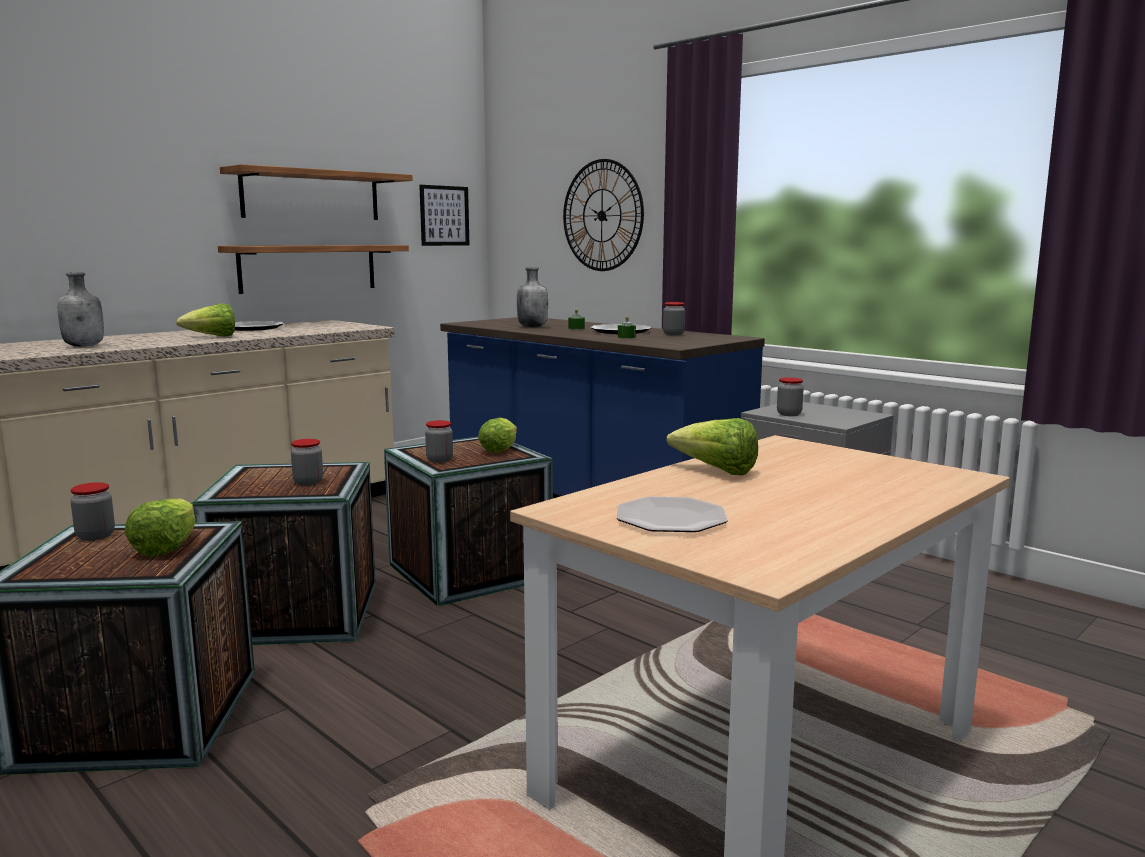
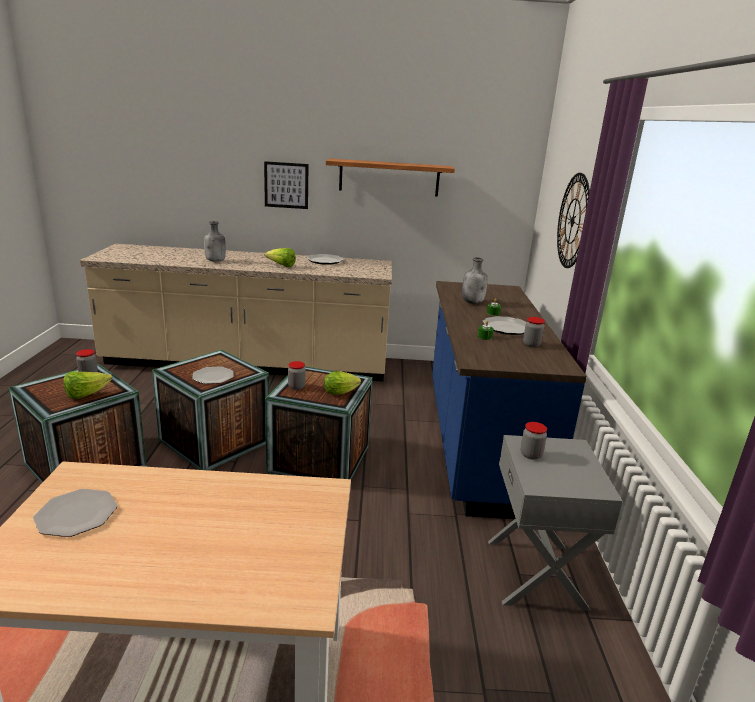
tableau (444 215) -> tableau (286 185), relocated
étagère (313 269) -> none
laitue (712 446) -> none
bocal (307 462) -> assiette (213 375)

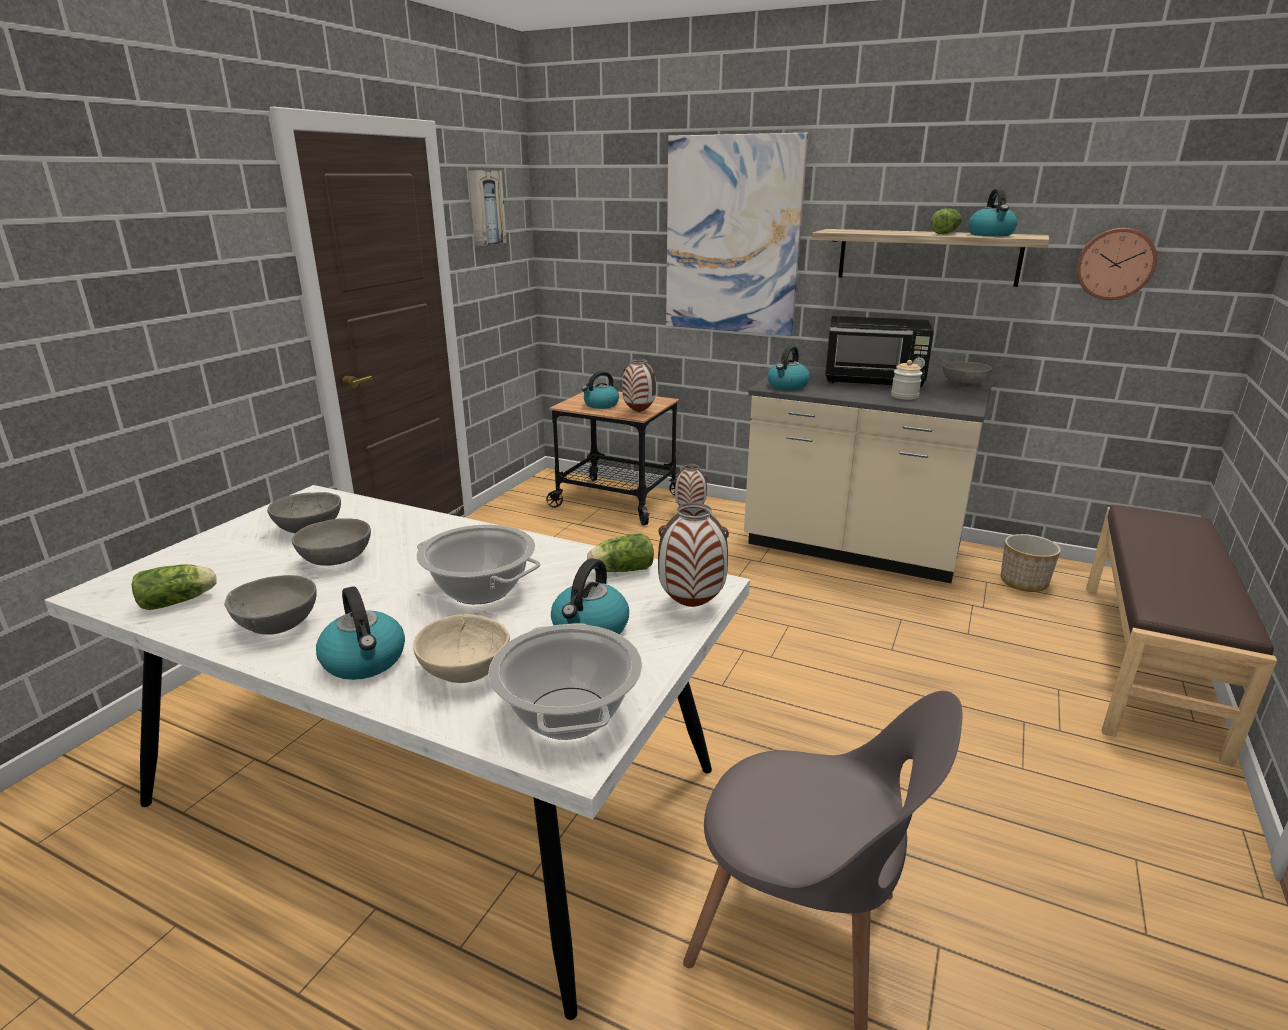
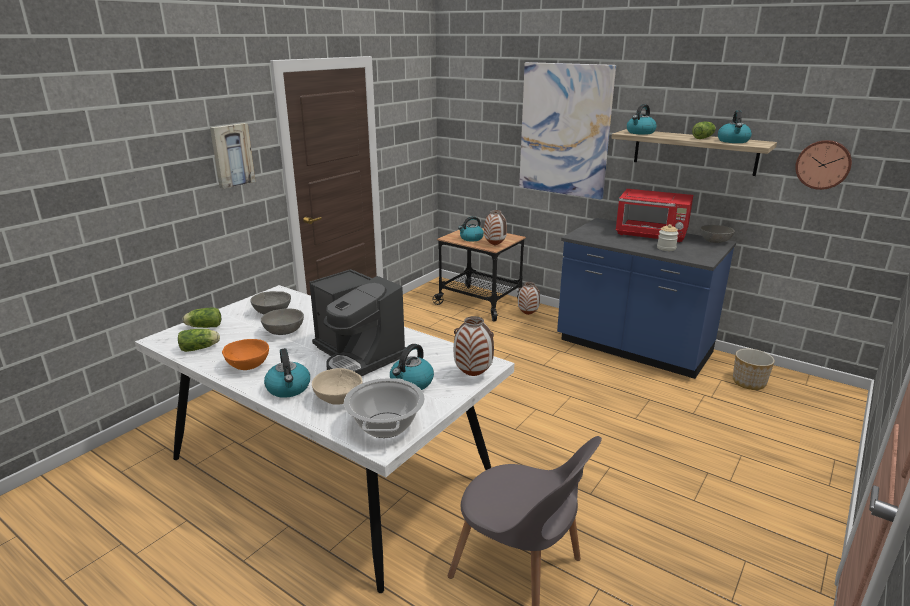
tableau (487 208) -> tableau (232 156), relocated
micro-ondes (noir) (879 351) -> micro-ondes (rouge) (654 215)
bouilloire (788 368) -> bouilloire (642 119), relocated
comptoir de cuisine (beige) (868 474) -> comptoir de cuisine (bleu) (646 298)
banc (marron) (1181 636) -> none
marmite (479 564) -> machine à café (357 322)
laitue (620 553) -> laitue (202 318), relocated
bol (gris) (270 605) -> bol (orange) (245 354)

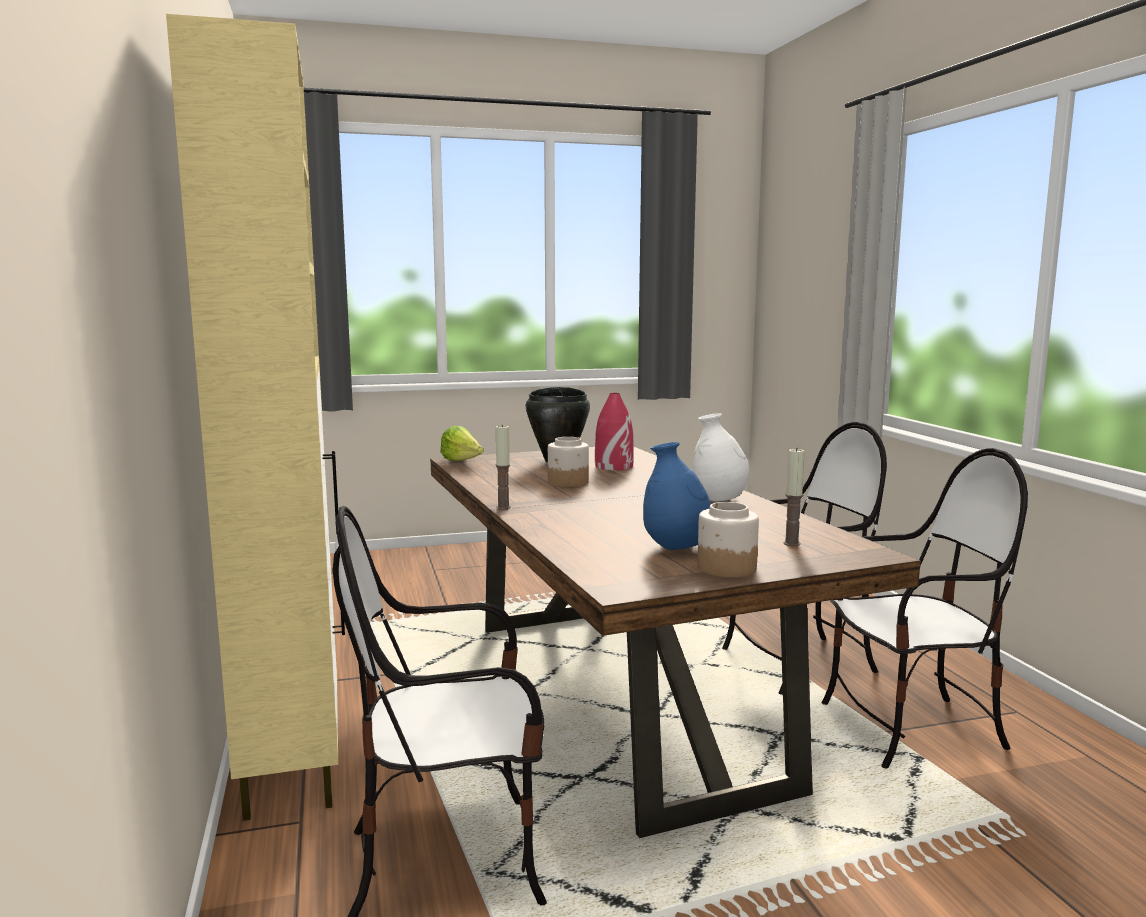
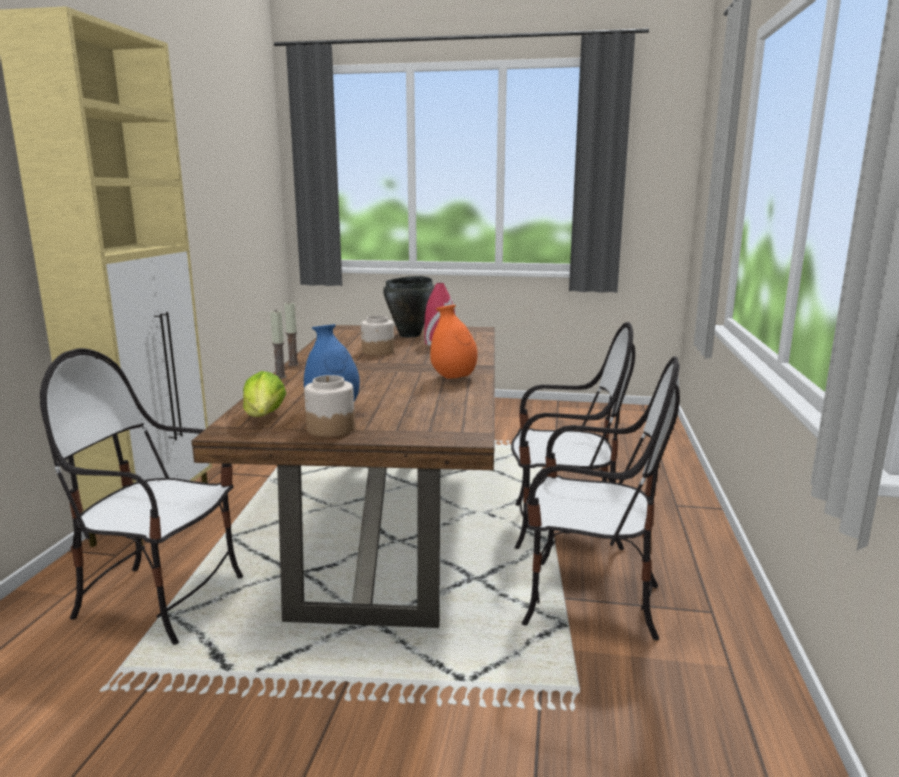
vase (blanc) (721 457) -> vase (orange) (454 342)
laitue (461 443) -> laitue (264 394), relocated
bougie (794 496) -> bougie (278 345), relocated

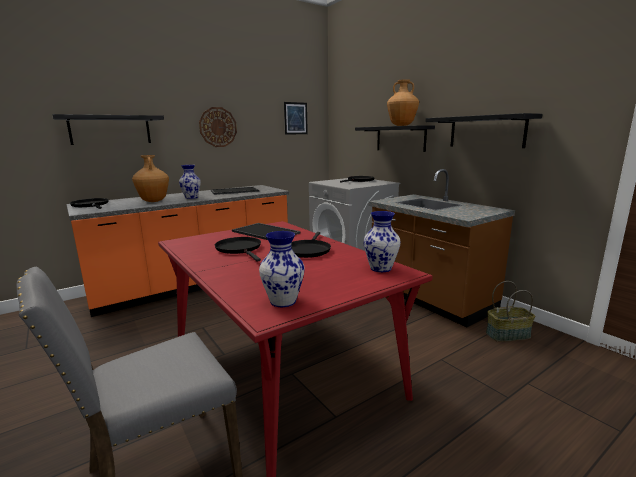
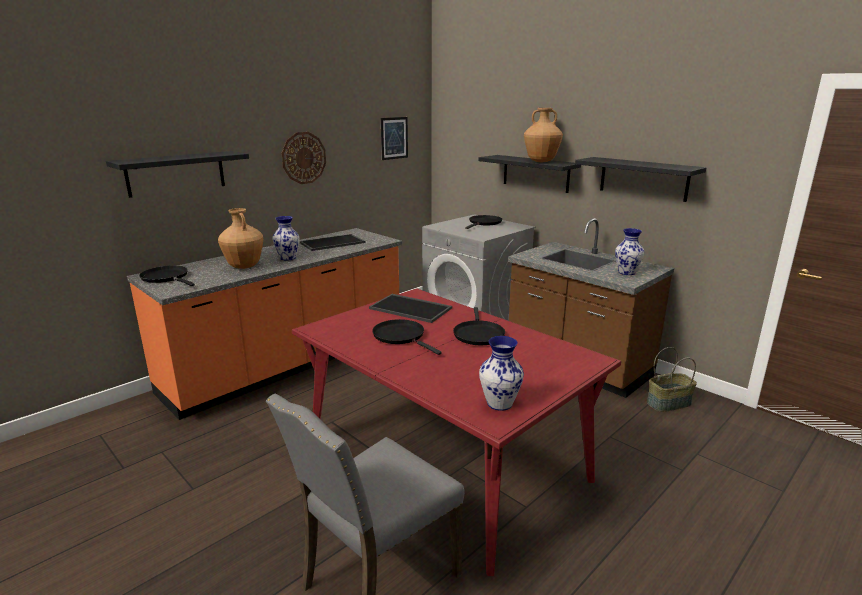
vase (382 241) -> vase (630 251), relocated

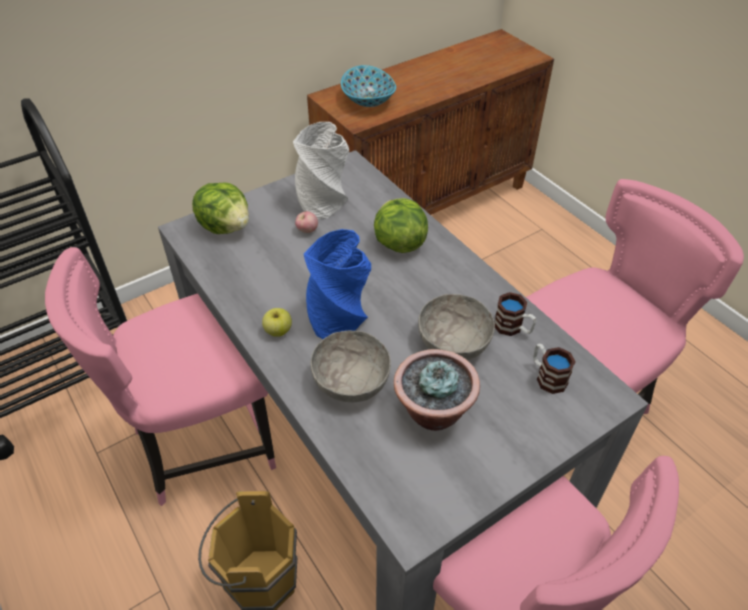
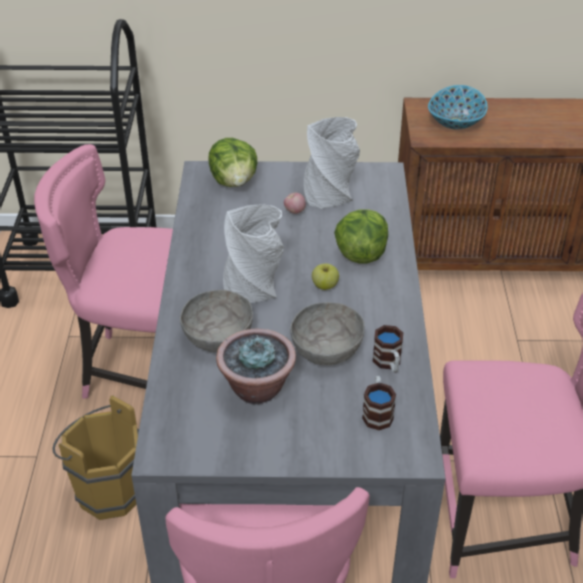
vase (bleu) (337 284) -> vase (gris) (253 253)
pomme (277 322) -> pomme (325 277), relocated

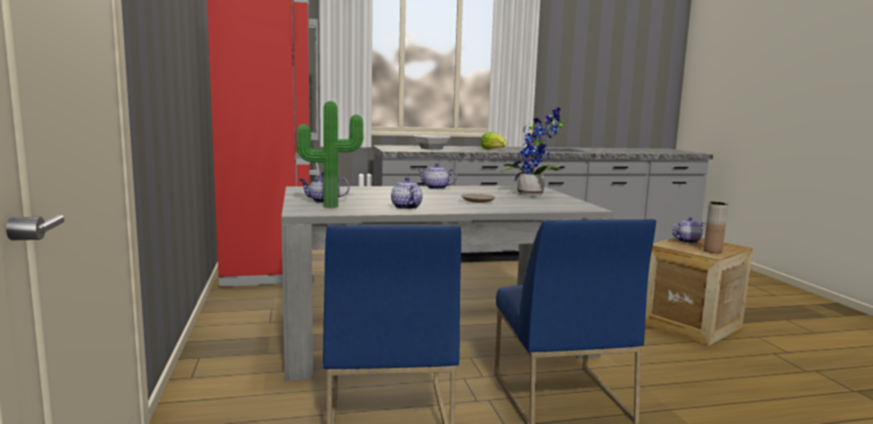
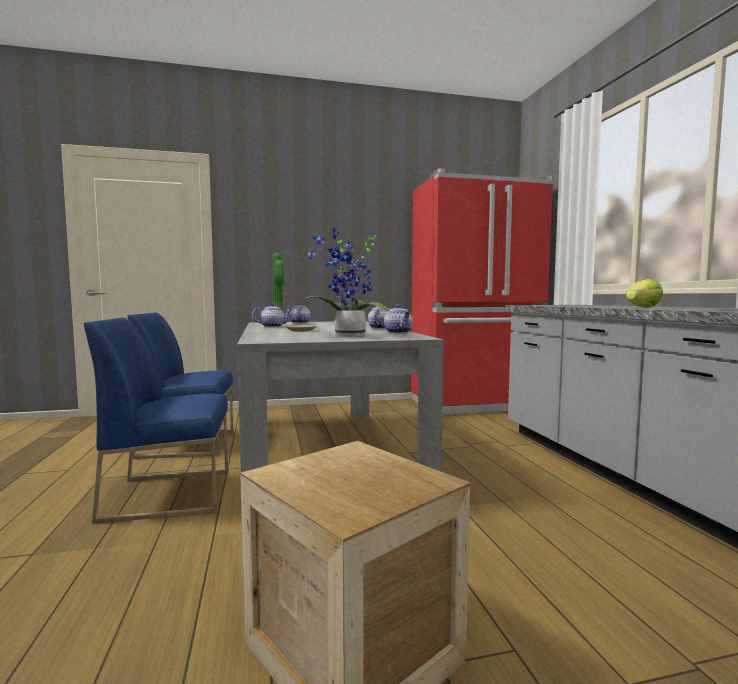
bol (432 142) -> none
vase (marron) (715 227) -> none
théière (689 230) -> théière (398 318), relocated

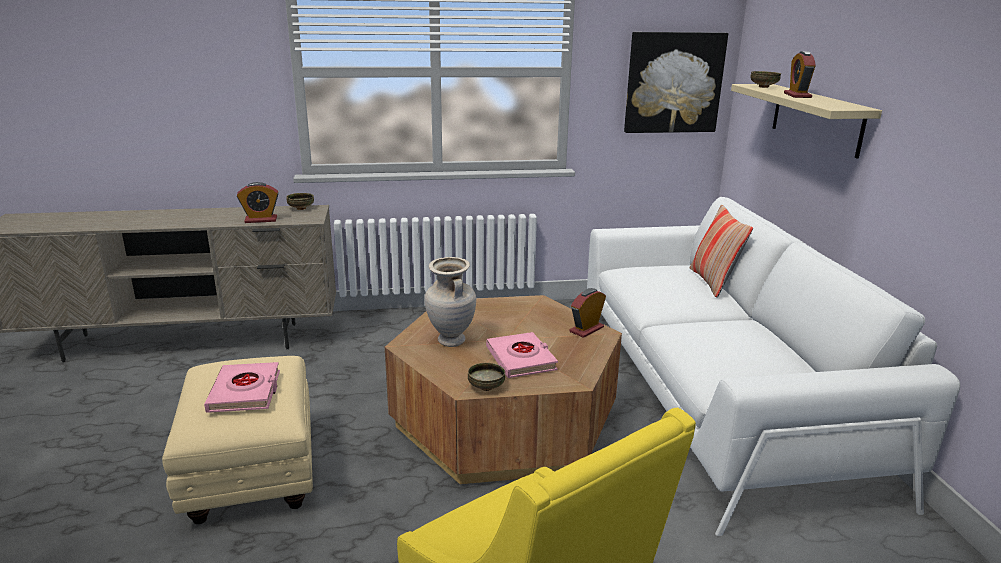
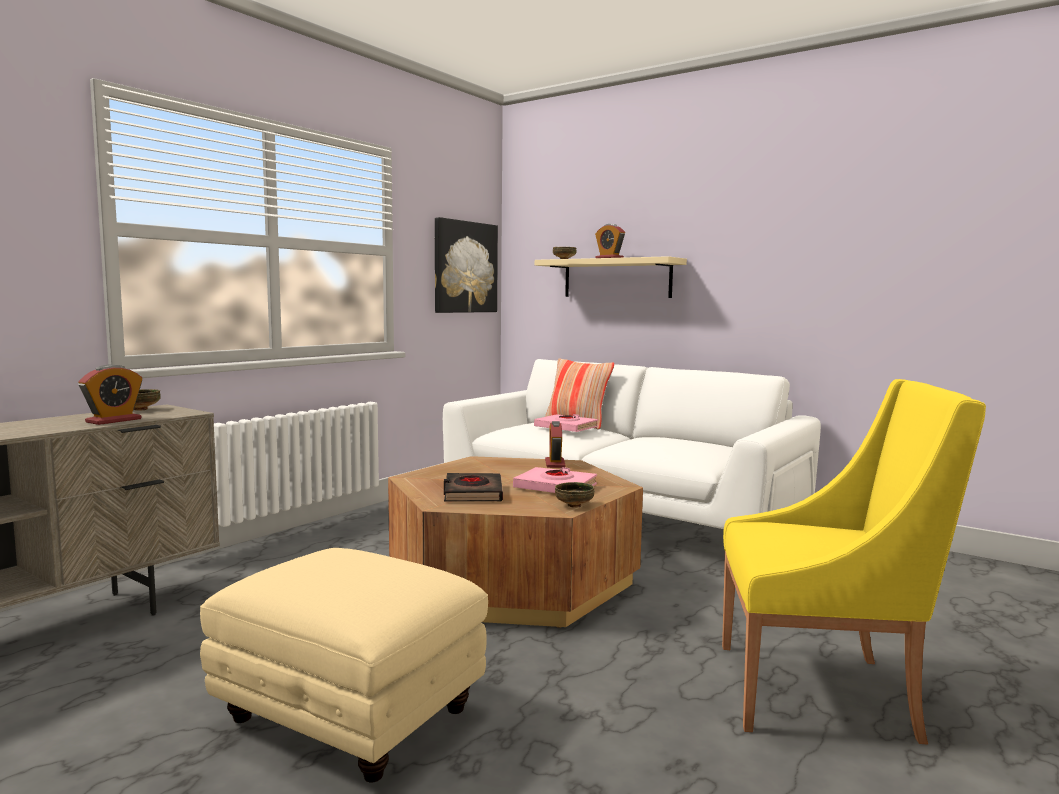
vase (beige) (450 302) -> livre (noir) (473 487)
livre (rose) (242 387) -> livre (rose) (566 423), relocated

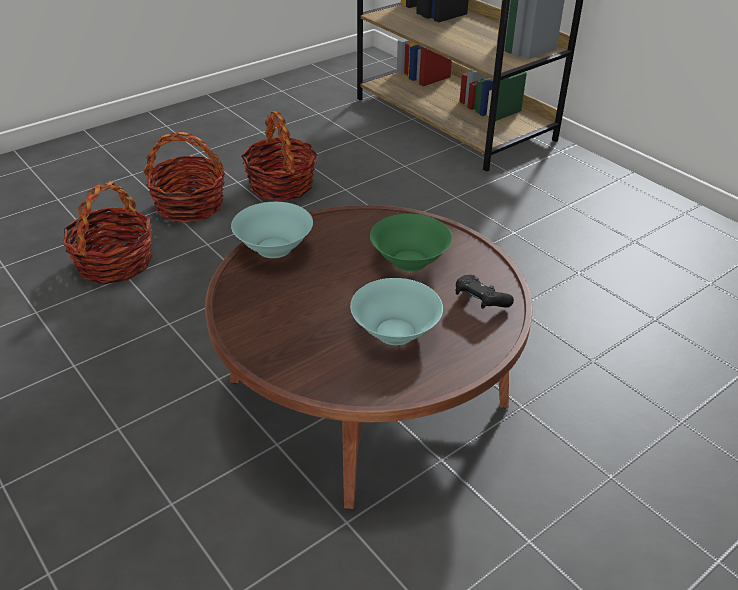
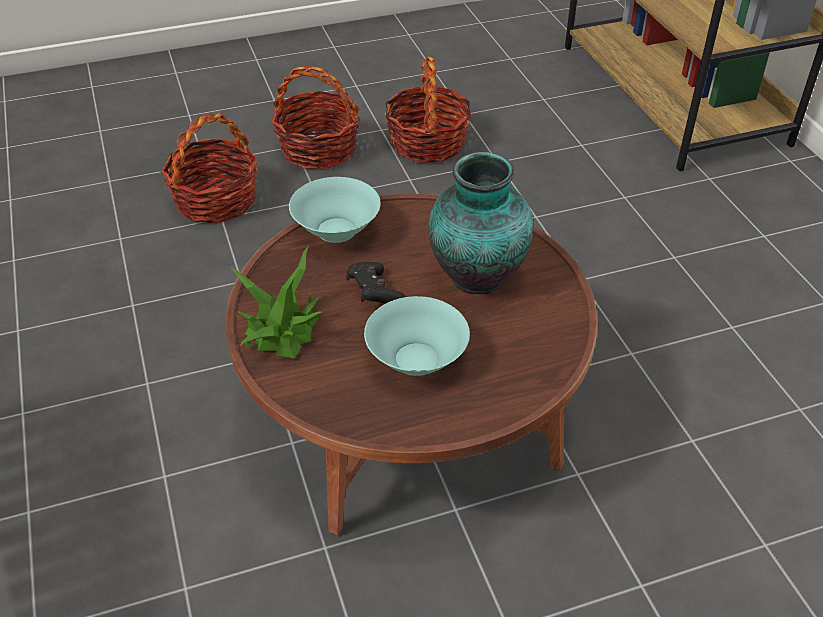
bol (vert) (411 242) -> vase (480 223)
manette (noir) (485 292) -> manette (noir) (376 283), relocated
none -> plante en pot (277 301)

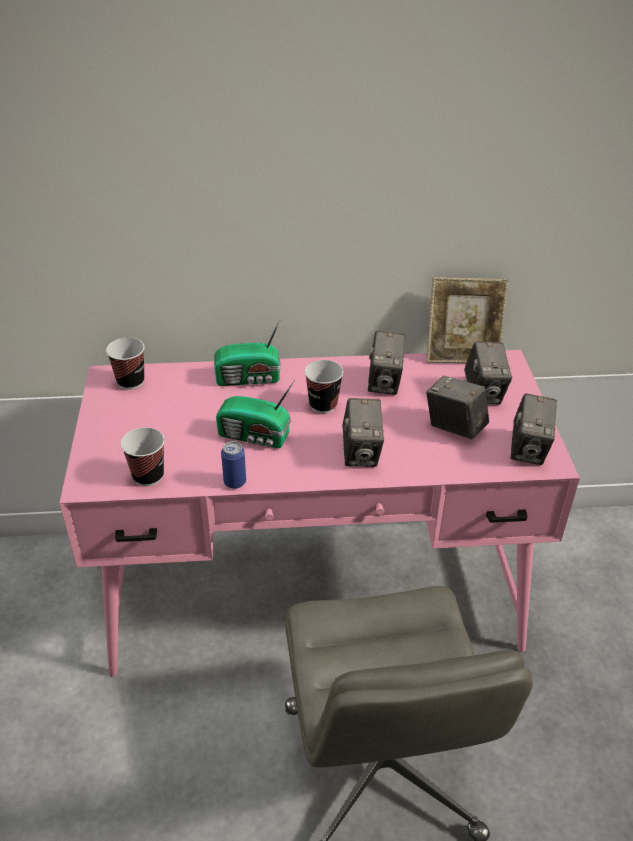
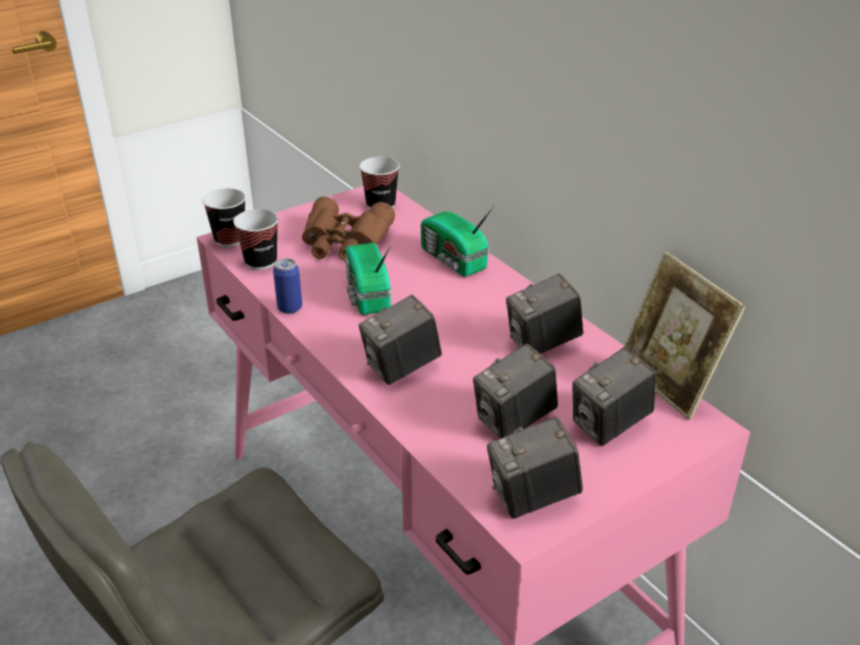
tasse (324 386) -> tasse (224 217), relocated
appareil photo (457 407) -> appareil photo (515 390), 135 degrees counterclockwise
none -> jumelles (marron) (348 229)

